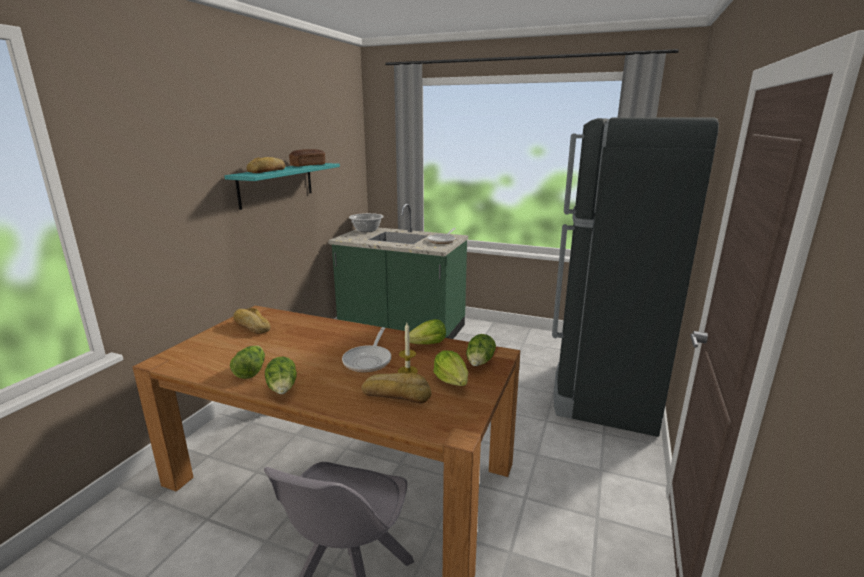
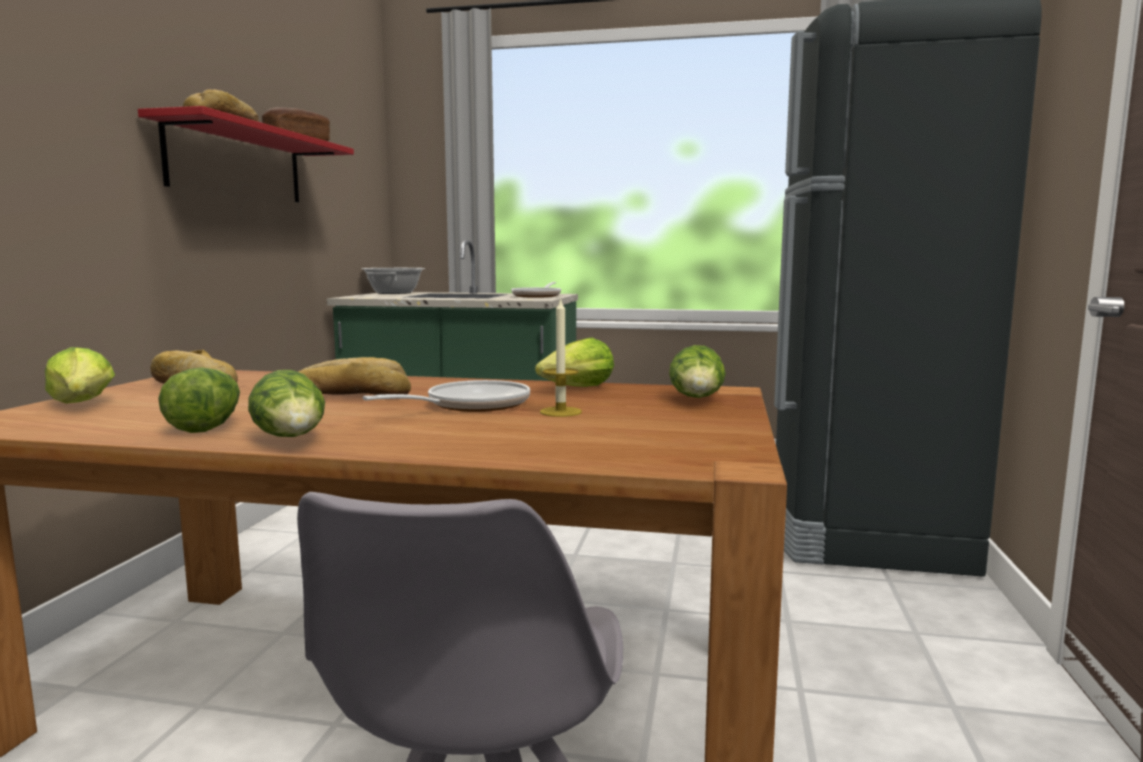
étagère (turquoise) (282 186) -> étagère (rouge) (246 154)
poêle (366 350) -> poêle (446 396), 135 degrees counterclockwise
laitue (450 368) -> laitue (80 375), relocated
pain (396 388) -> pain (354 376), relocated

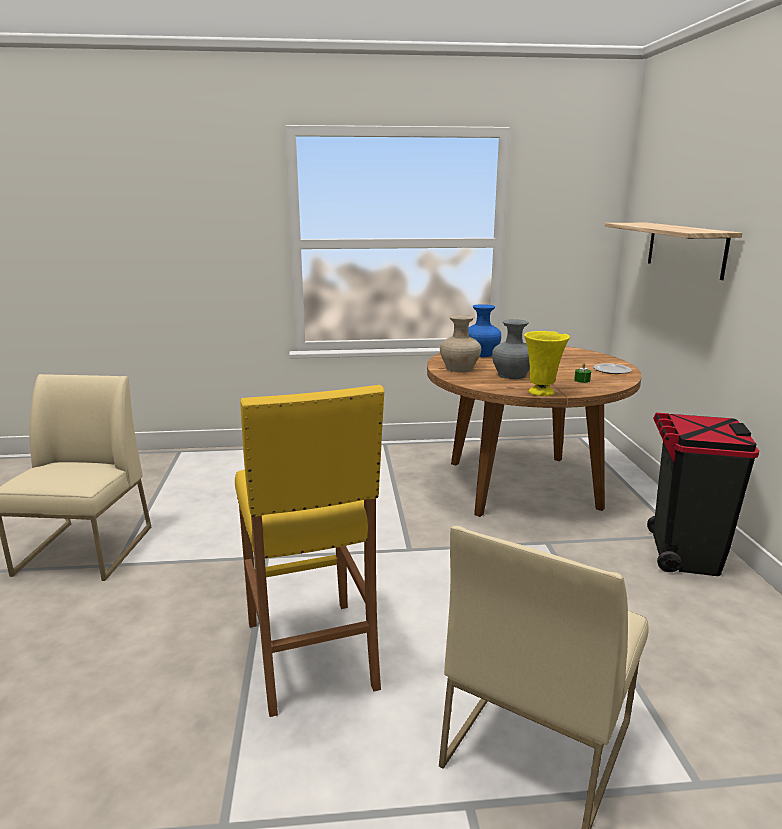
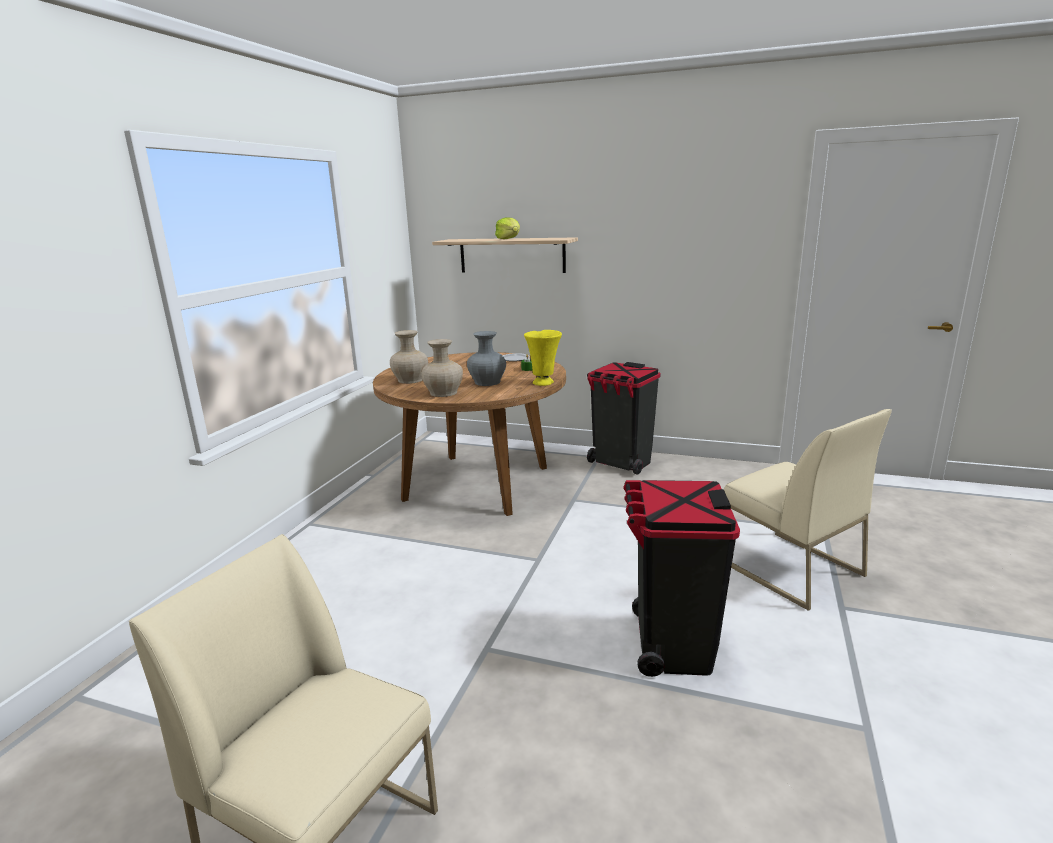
vase (bleu) (484 330) -> vase (beige) (409 357)
tabouret (jaune) (309 551) -> poubelle (noir) (681 578)
none -> laitue (507 228)

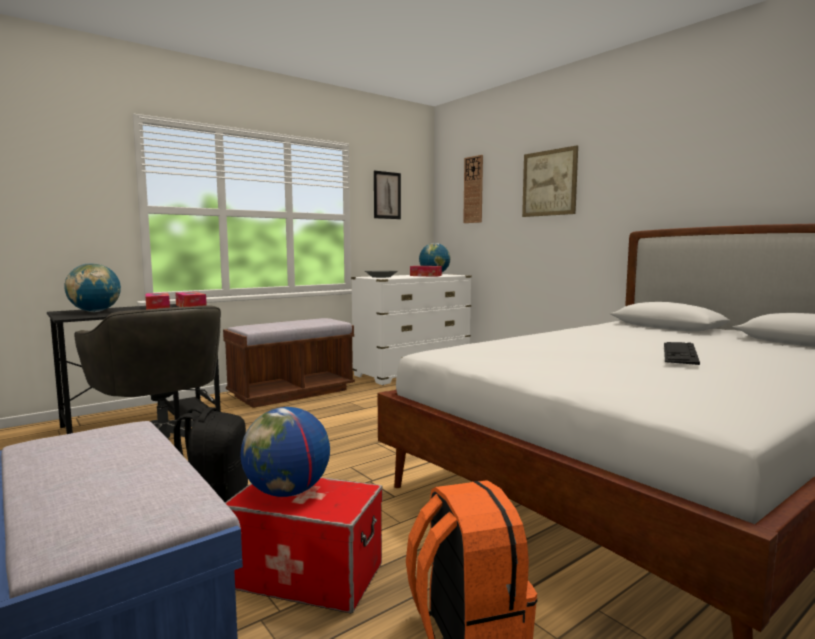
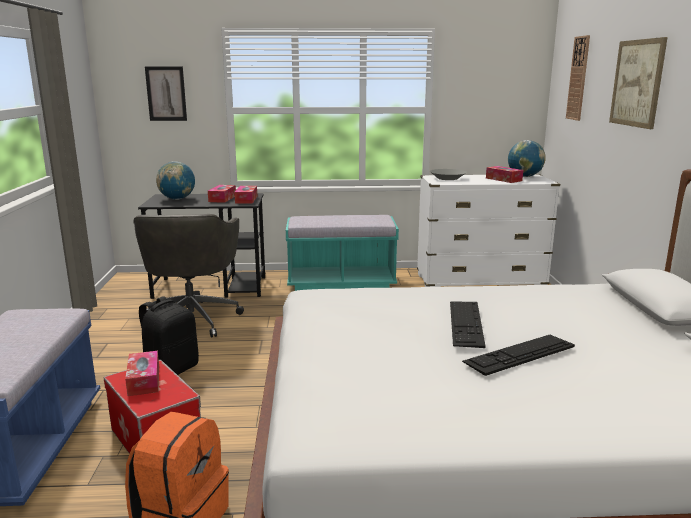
tableau (387 194) -> tableau (166 93), relocated
banc (marron) (289 363) -> banc (turquoise) (342 253)
globe (285 452) -> boîte à mouchoirs (142 373)
none -> clavier (467 325)

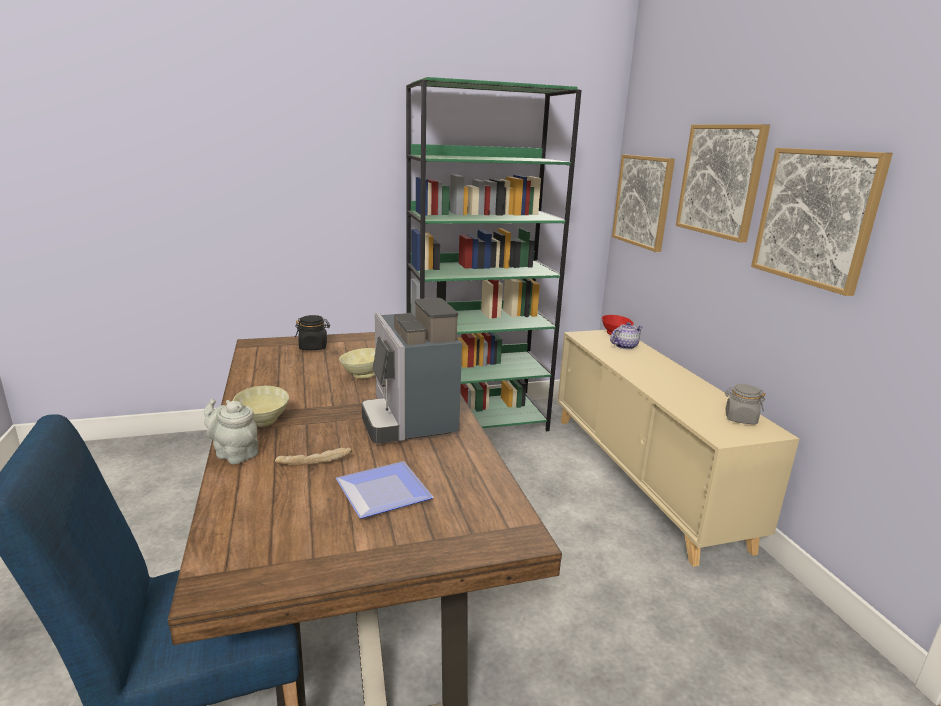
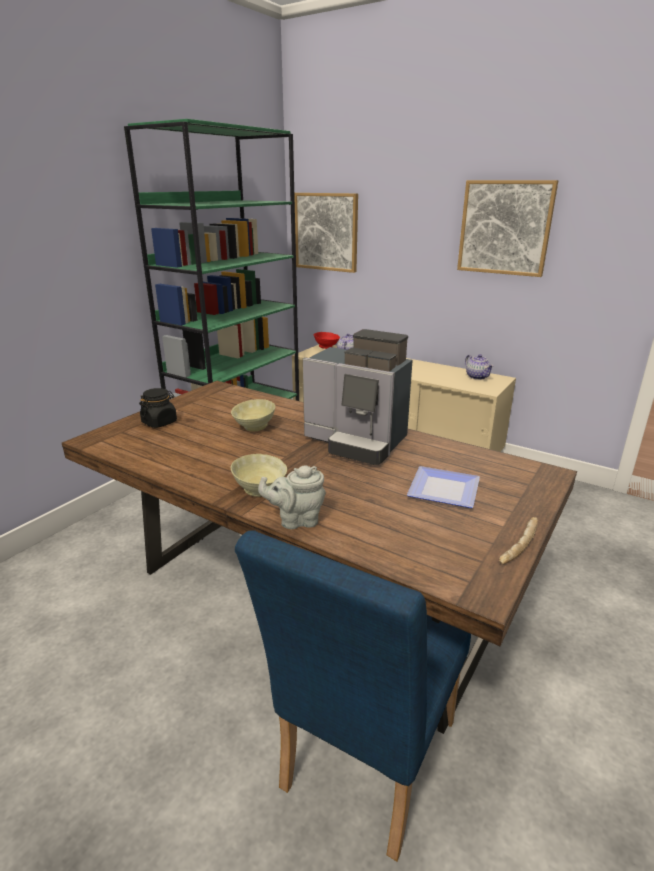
tableau (723 183) -> none
bocal (gris) (745 404) -> théière (479 367)
pain (313 457) -> pain (518 540), relocated

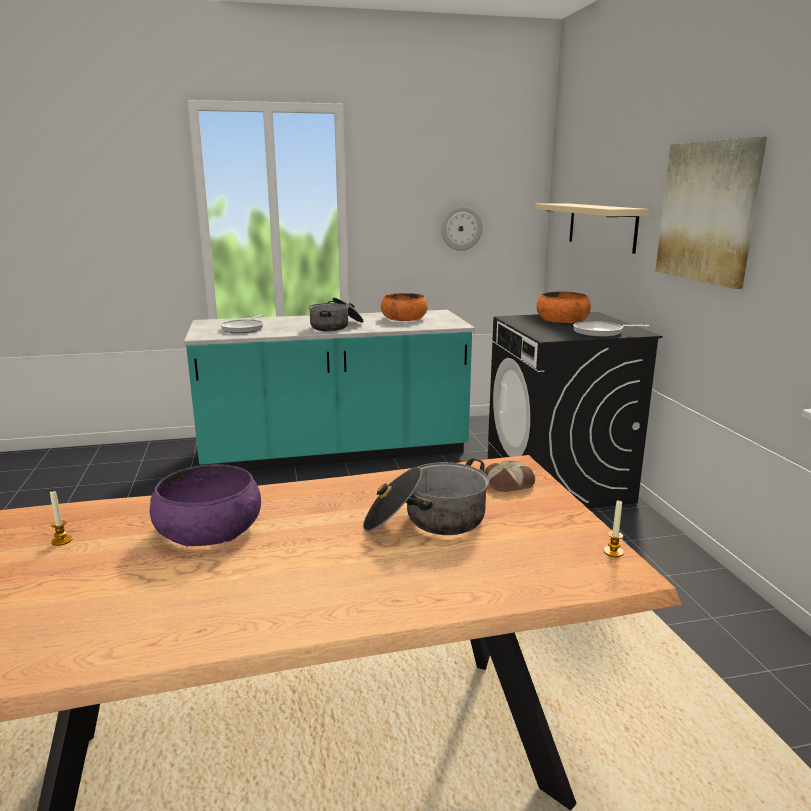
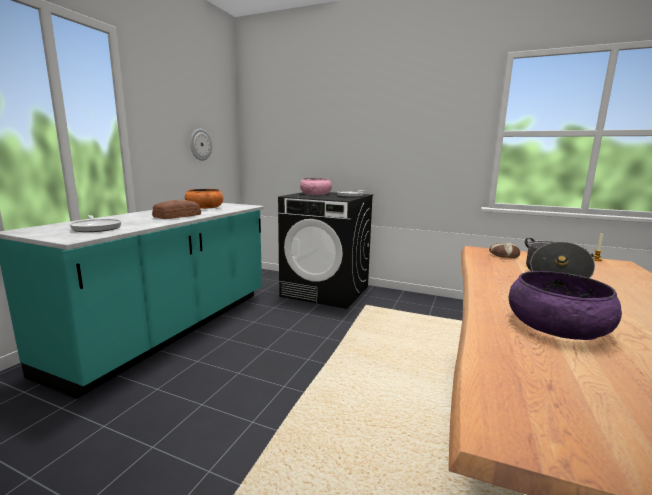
tableau (711 213) -> none
étagère (beige) (592 228) -> none
bol (orange) (564 307) -> bol (rose) (316 186)
marmite (336 314) -> pain (176 209)
bougie (61 518) -> none

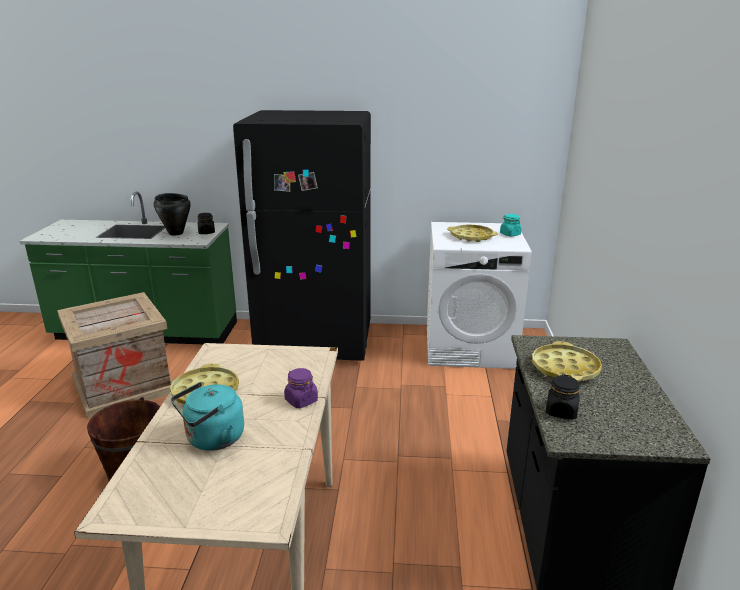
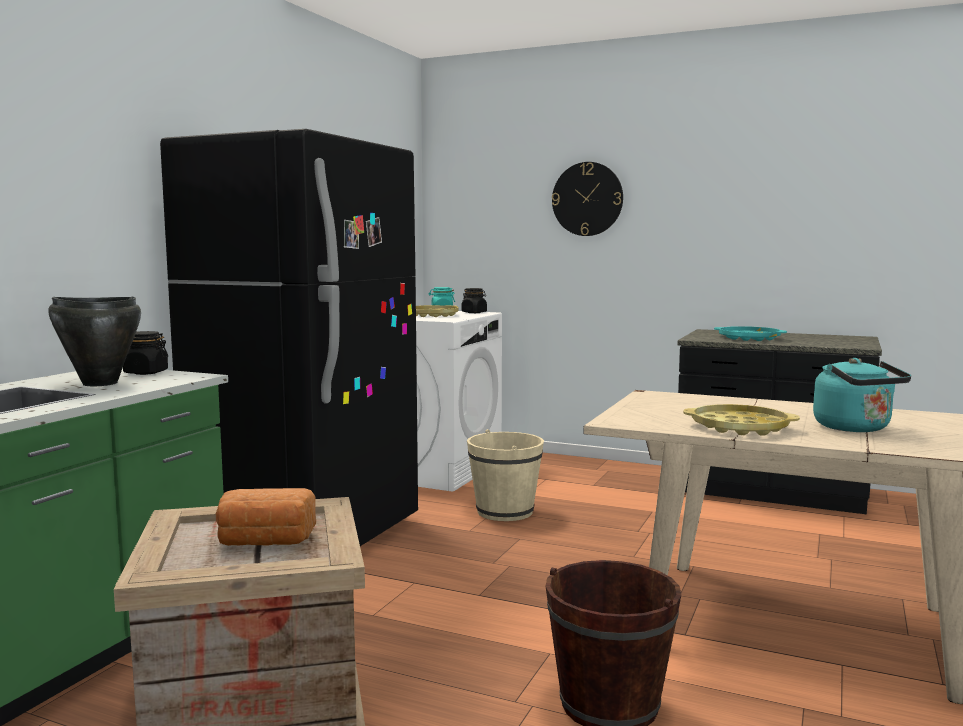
plateau (jaune) (567 361) -> plateau (turquoise) (750 333)
bocal (violet) (301 388) -> none
bocal (noir) (563 397) -> bocal (noir) (474 300), relocated
none -> horloge murale (587 199)
none -> seau (beige) (505 475)
none -> pain (266 517)

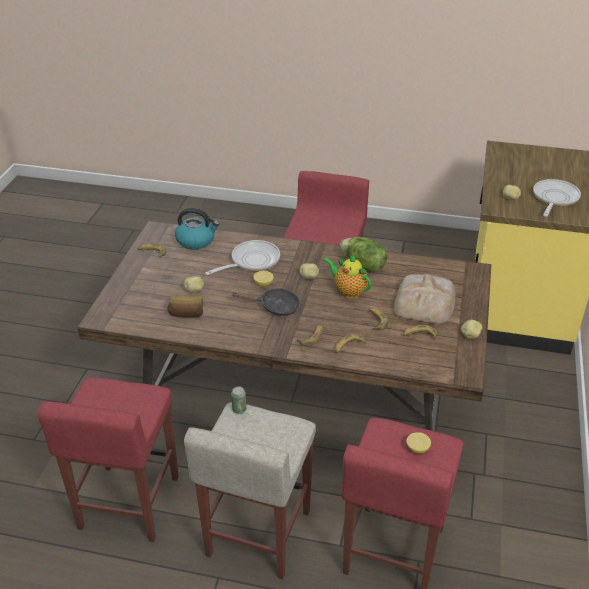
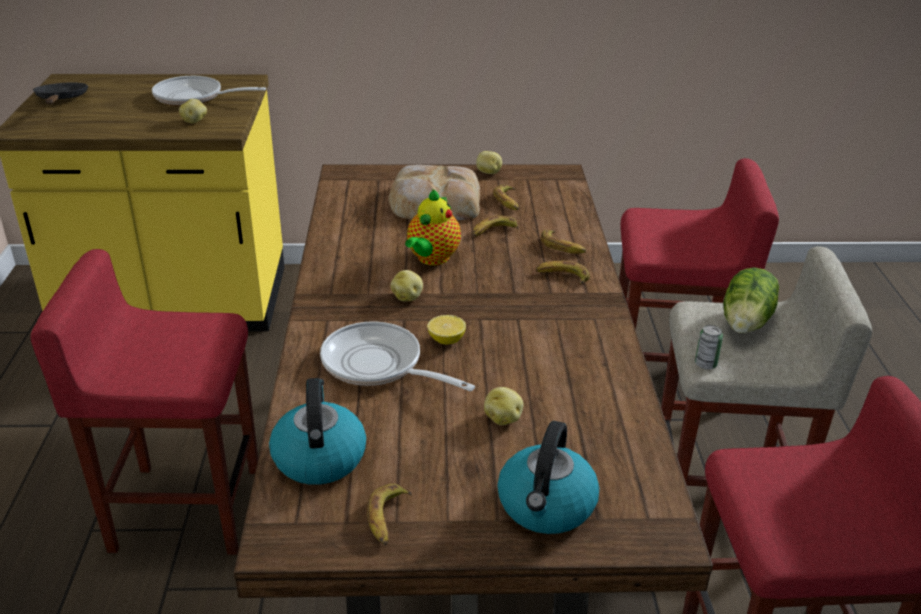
laitue (363 254) -> laitue (751 300), relocated
poêle (noir) (265 302) -> poêle (noir) (60 93), relocated
pain (185 306) -> none
citron (418 442) -> none
none -> bouilloire (548 477)

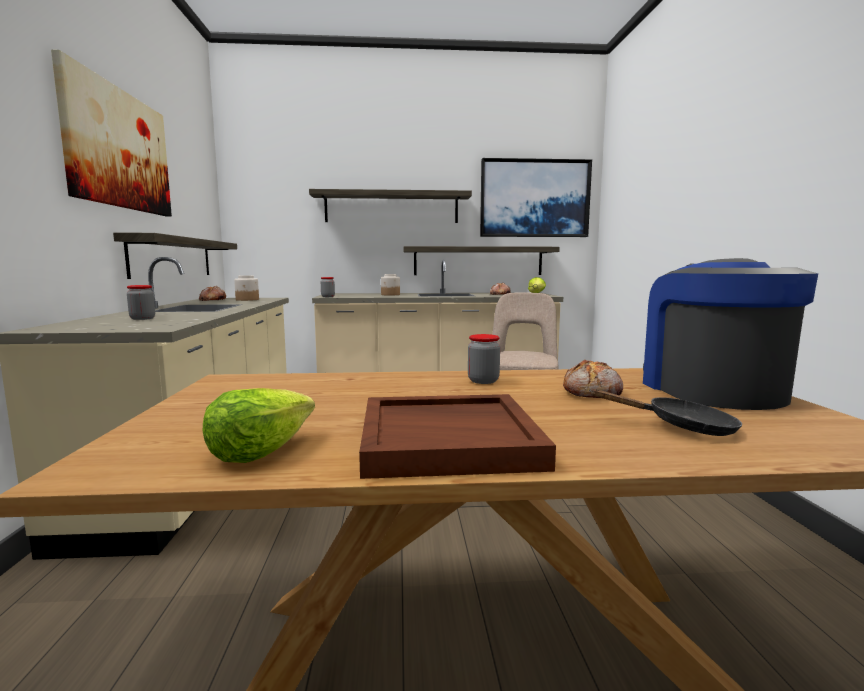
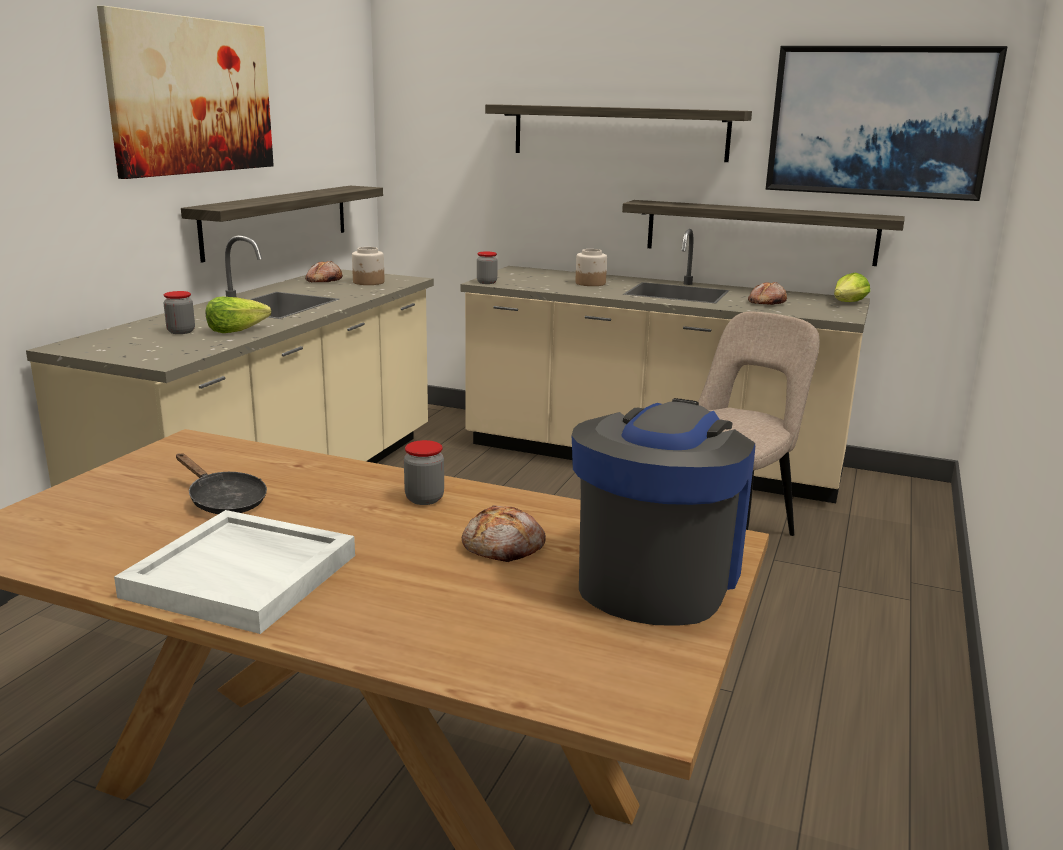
laitue (259 425) -> laitue (238 315), relocated
poêle (noir) (665 412) -> poêle (noir) (221 483), relocated
plateau (marron) (457 436) -> plateau (blanc) (234 572)

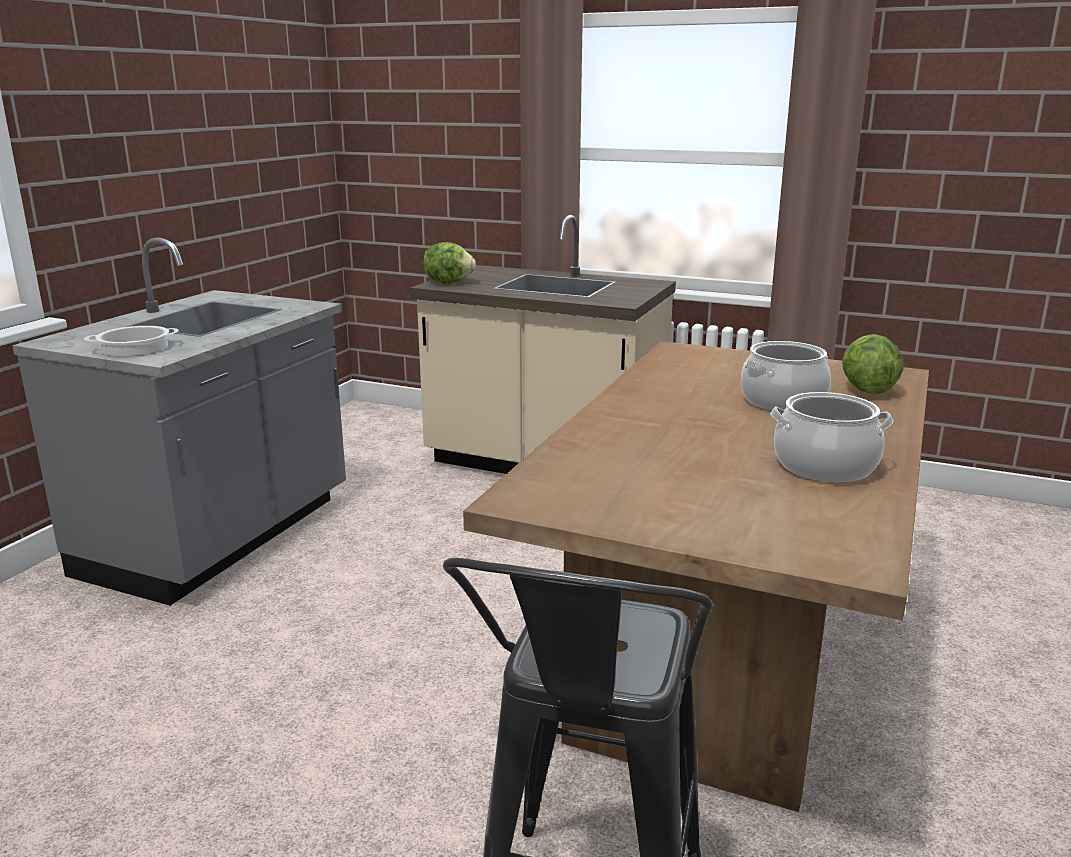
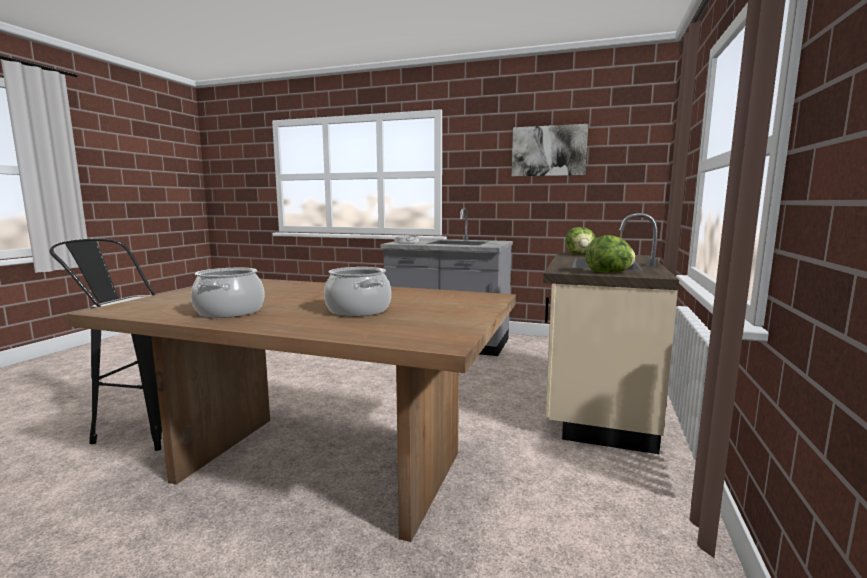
laitue (873 364) -> laitue (610 254), relocated
none -> tableau (550 150)

